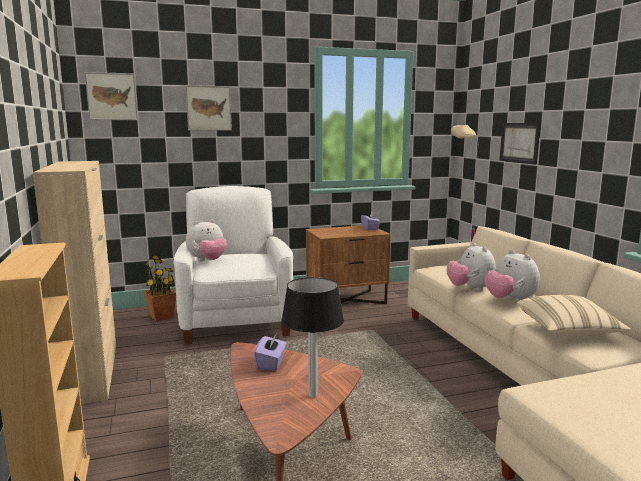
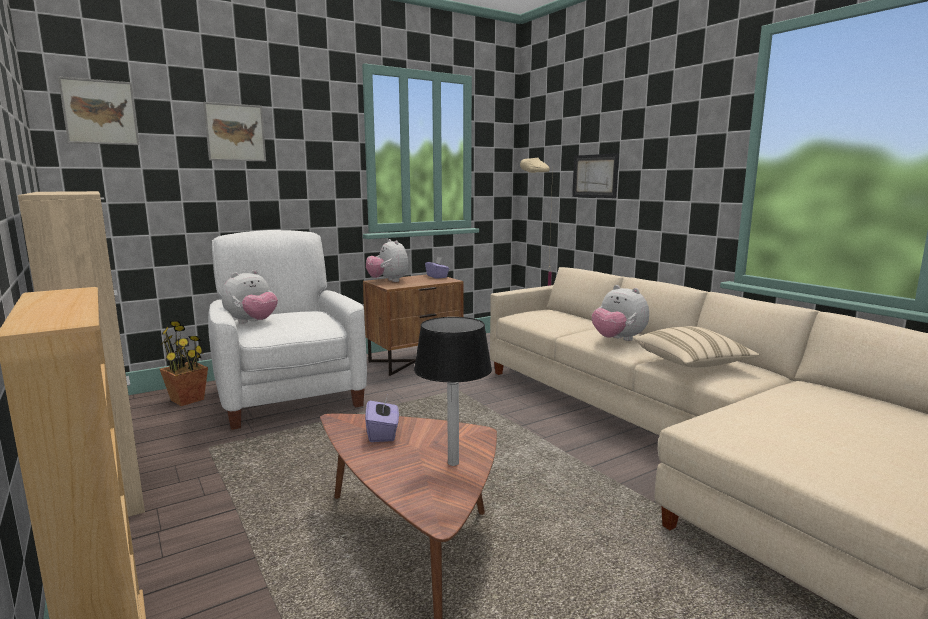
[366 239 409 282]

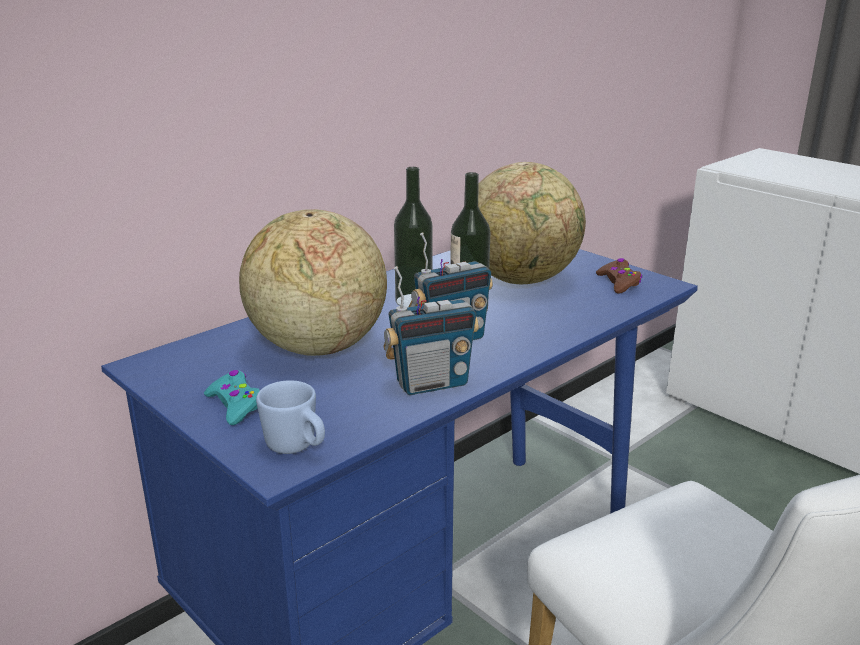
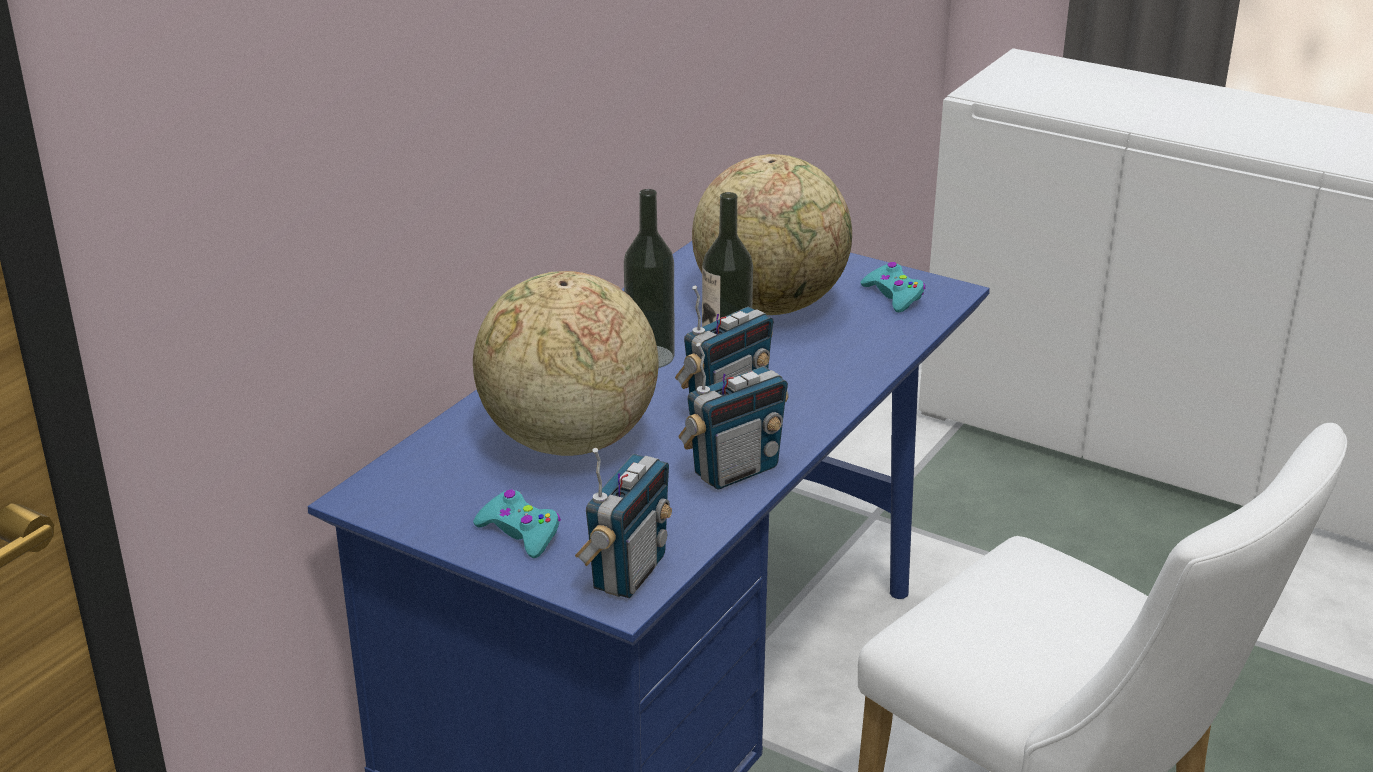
[575 448 672 598]
[860 262 926 312]

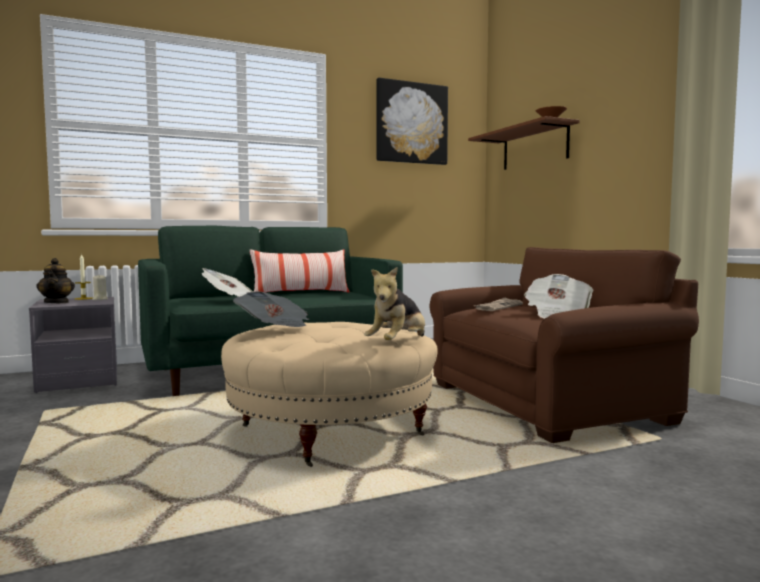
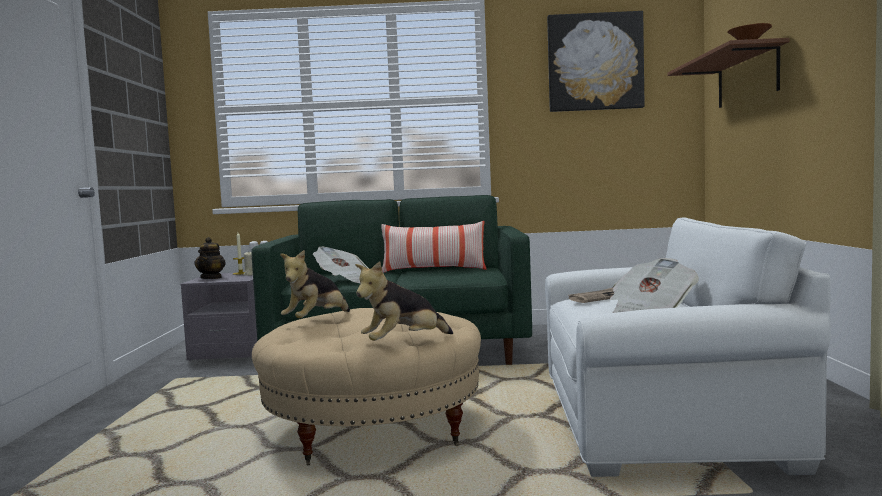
[280 250 350 318]
[545 218 831 477]

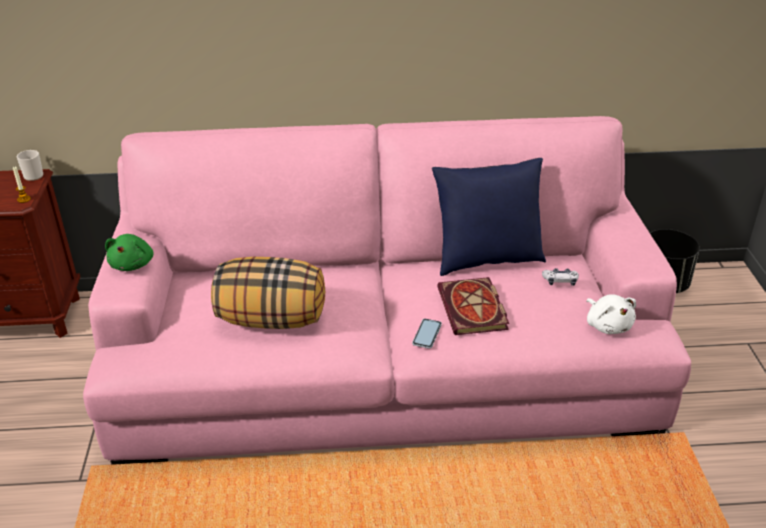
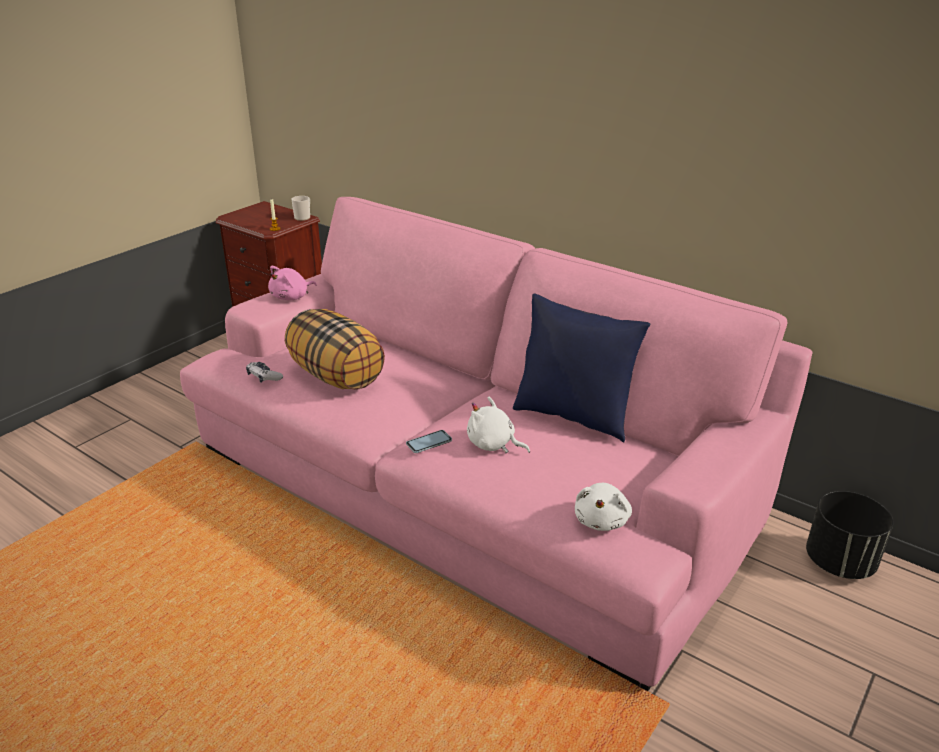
[246 362 283 383]
[467 396 530 453]
[268 266 316 300]

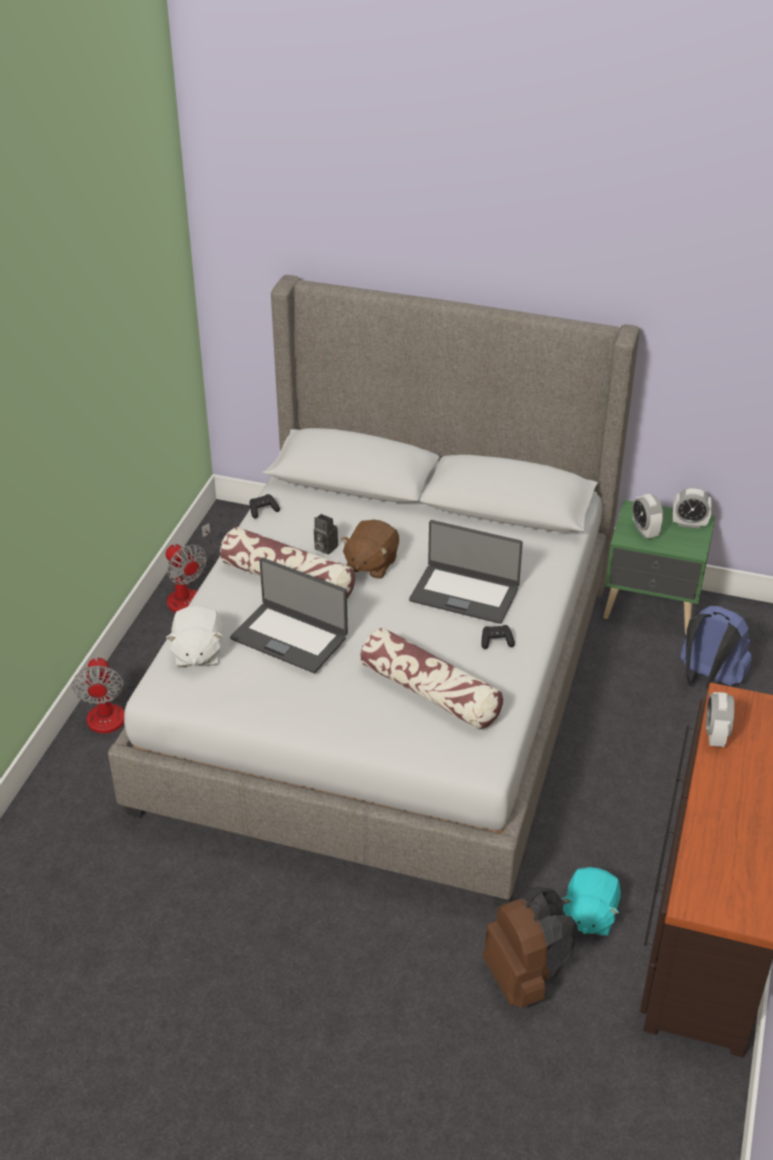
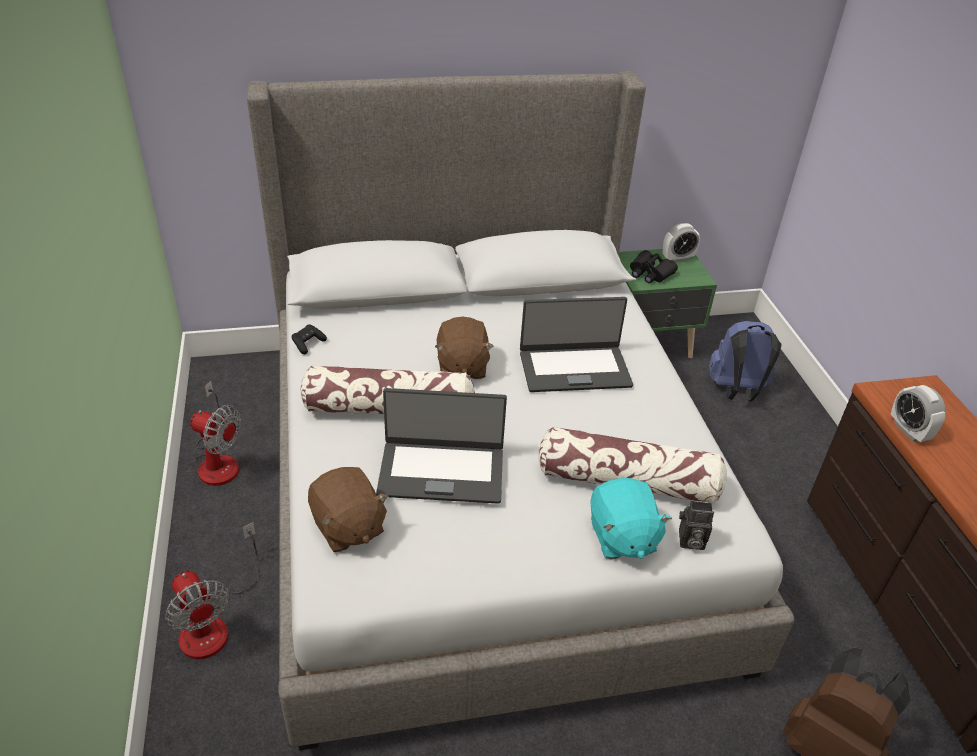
[481 625 515 649] (first image)
[679 501 714 550]
[591 478 672 559]
[630 250 678 283]
[308 467 389 552]

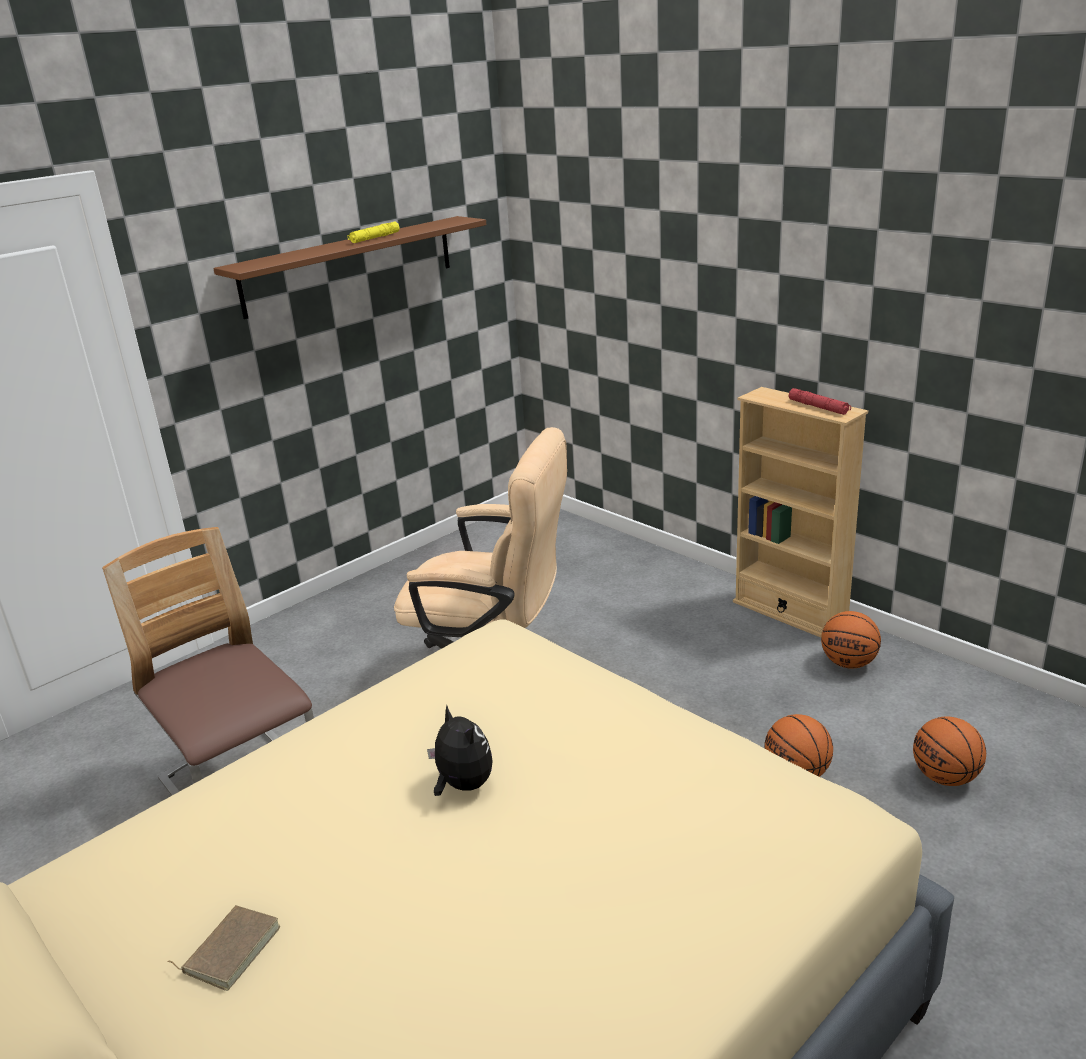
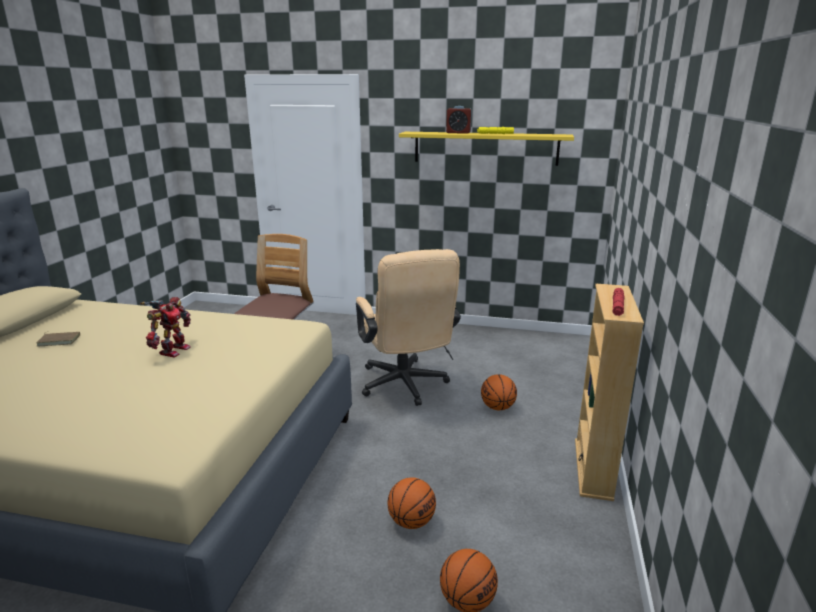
[446 106 472 134]
[481 374 517 410]
[140 297 191 358]
[399 132 574 166]

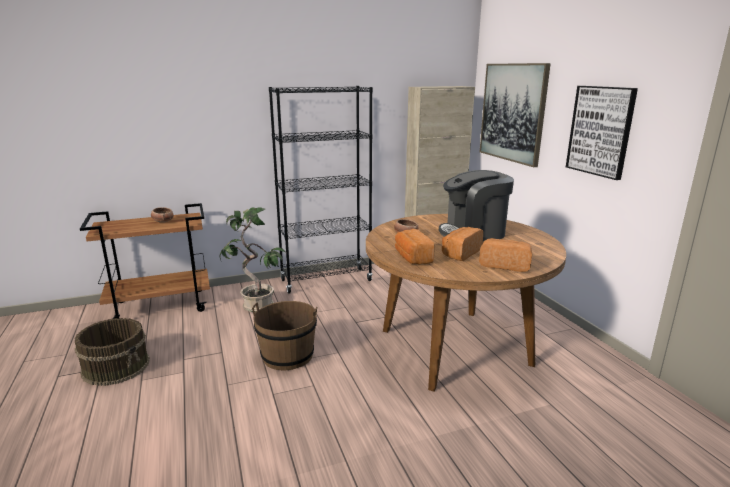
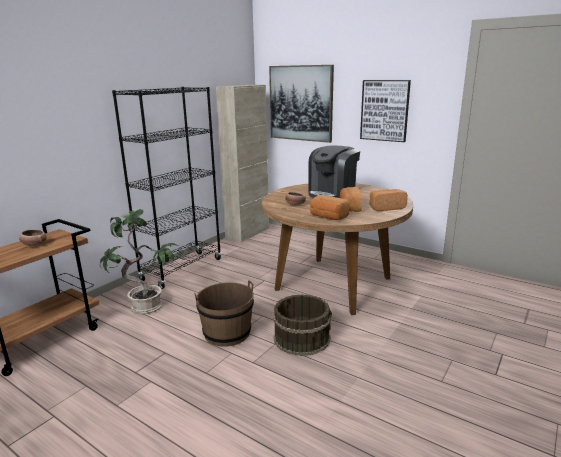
[273 294 332 356]

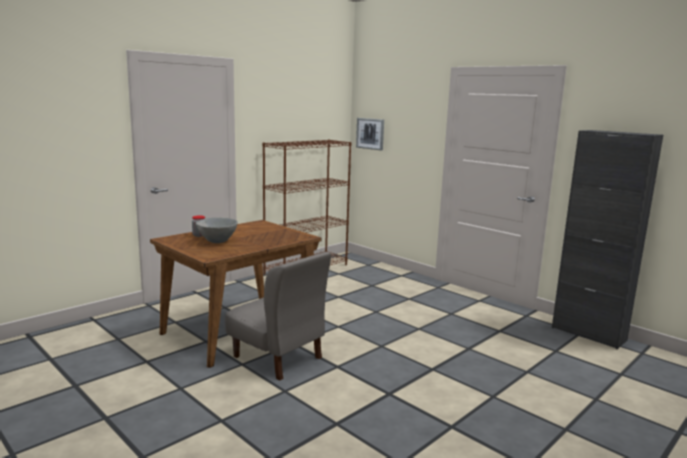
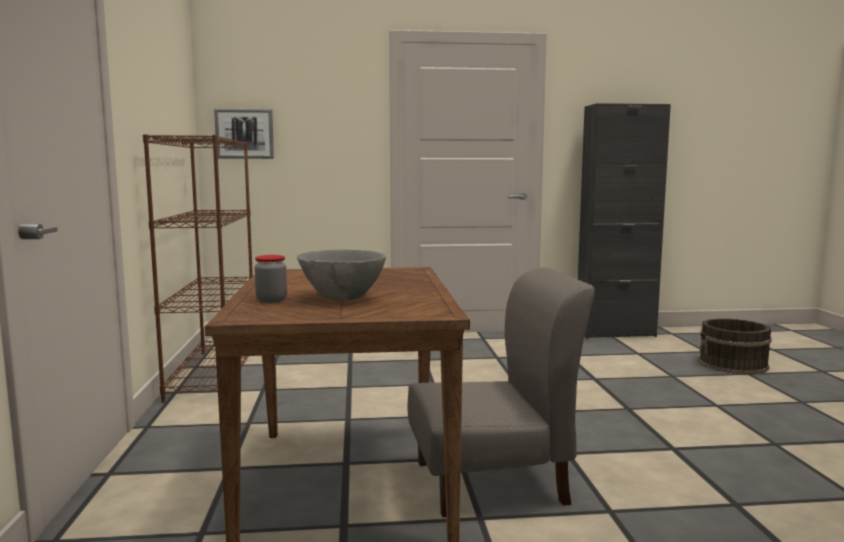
[698 318 772 374]

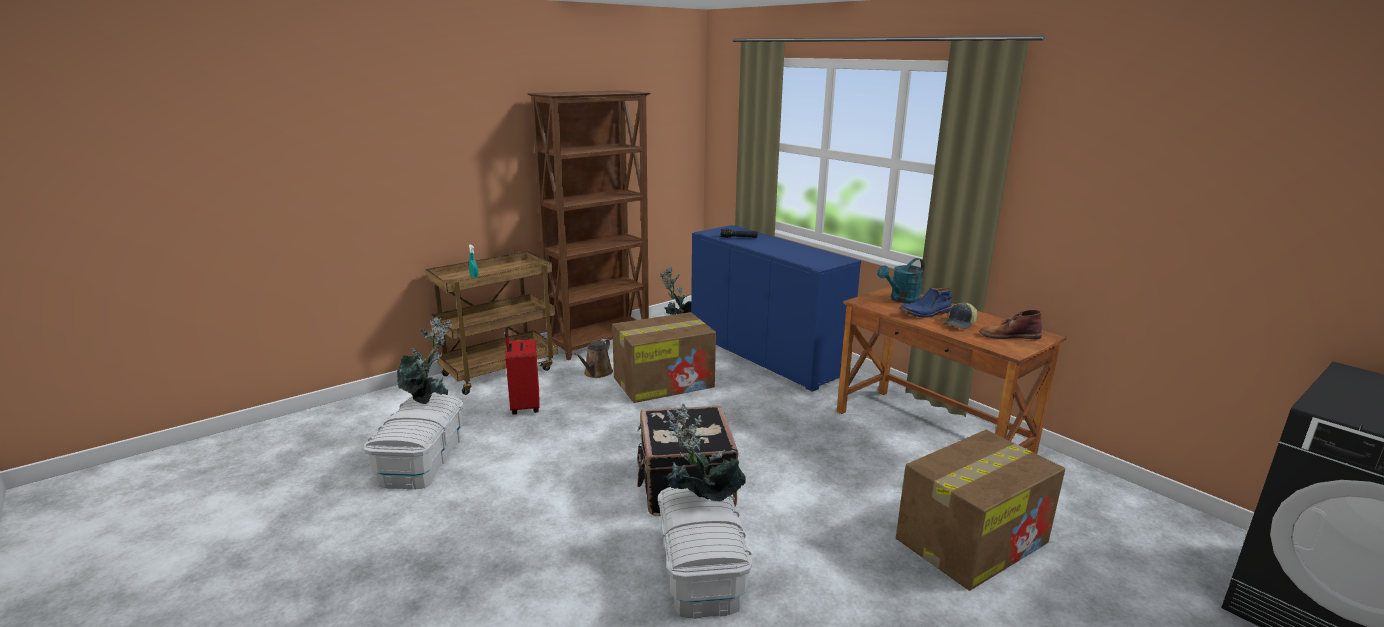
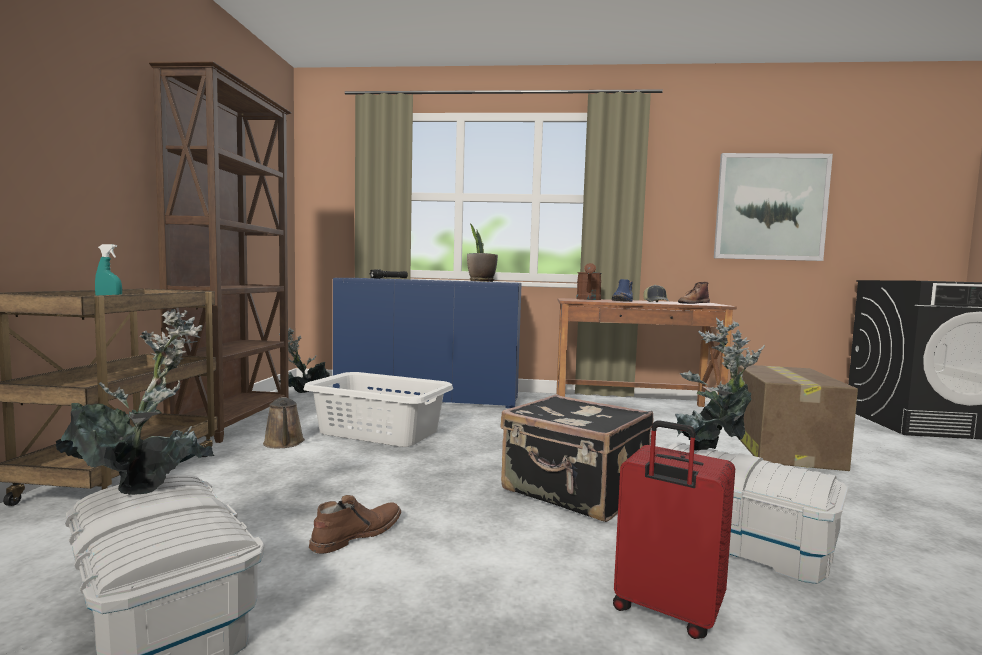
[309 495 401 554]
[467 224 498 282]
[714 153 833 261]
[613 420 735 639]
[303 372 453 447]
[576 263 602 300]

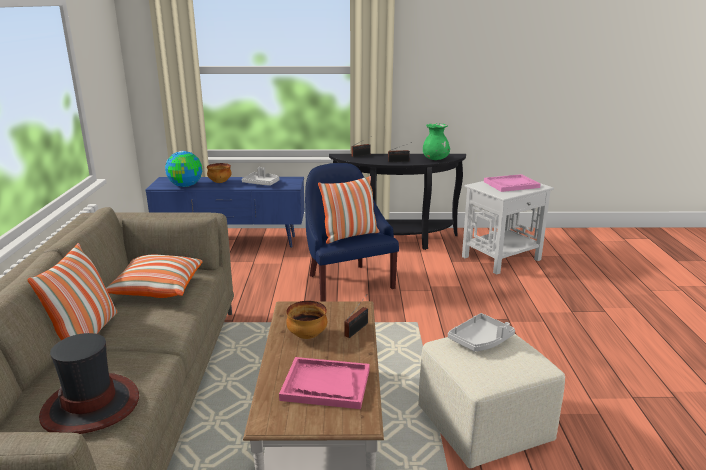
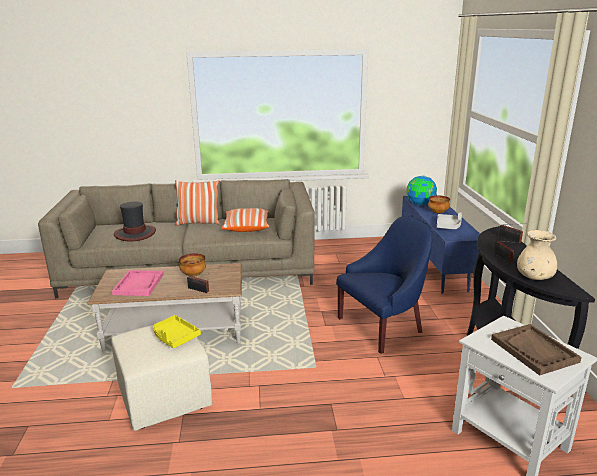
[318 176 380 244] (first image)
[517 230 557 280]
[153 315 201 348]
[491 324 582 376]

